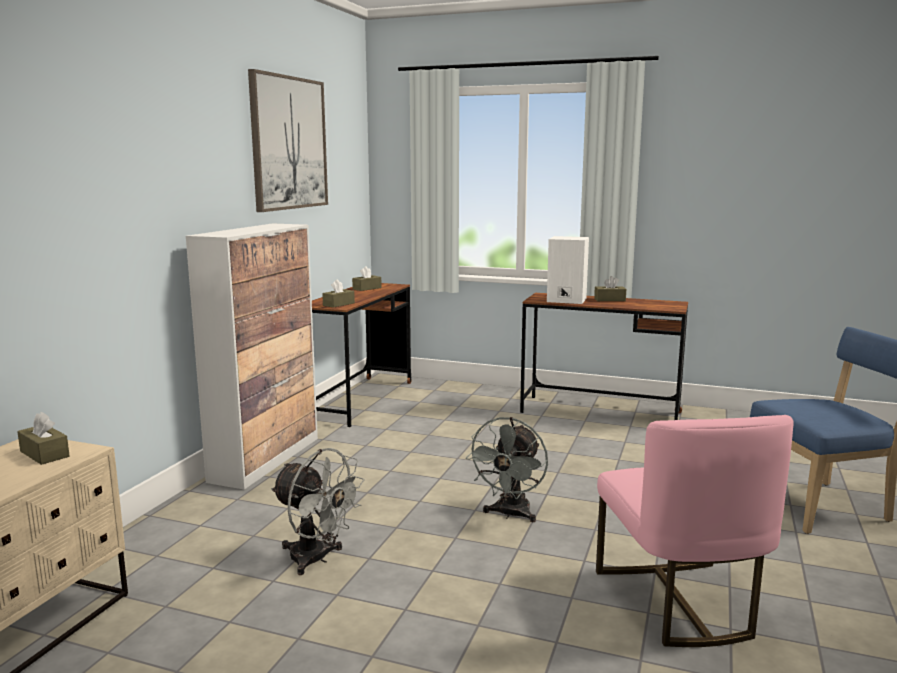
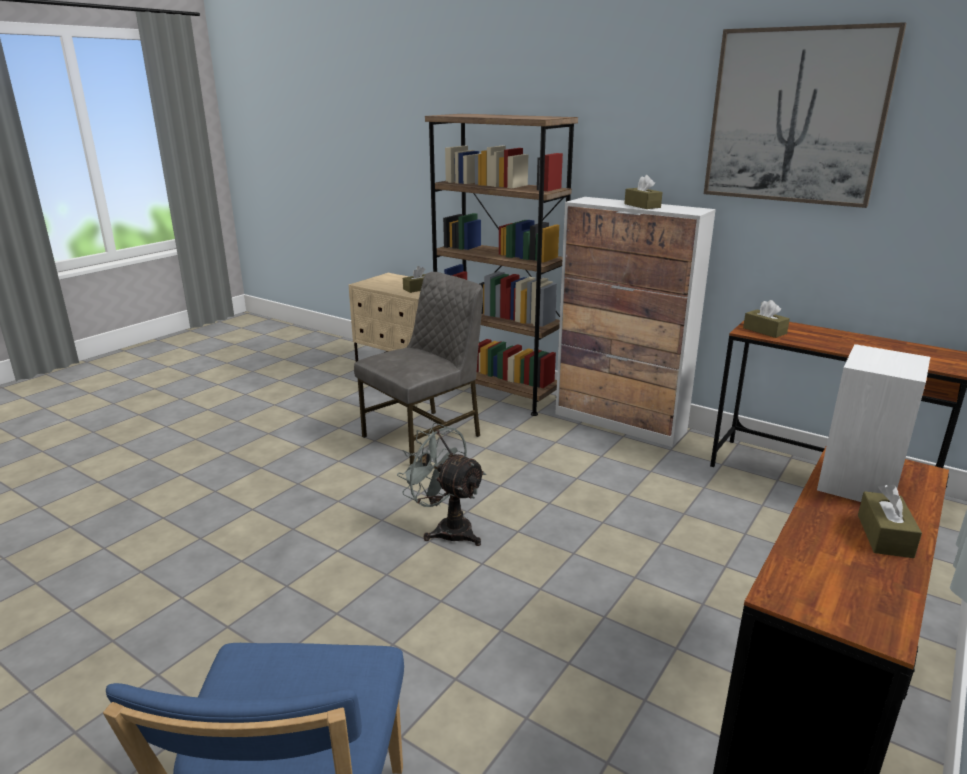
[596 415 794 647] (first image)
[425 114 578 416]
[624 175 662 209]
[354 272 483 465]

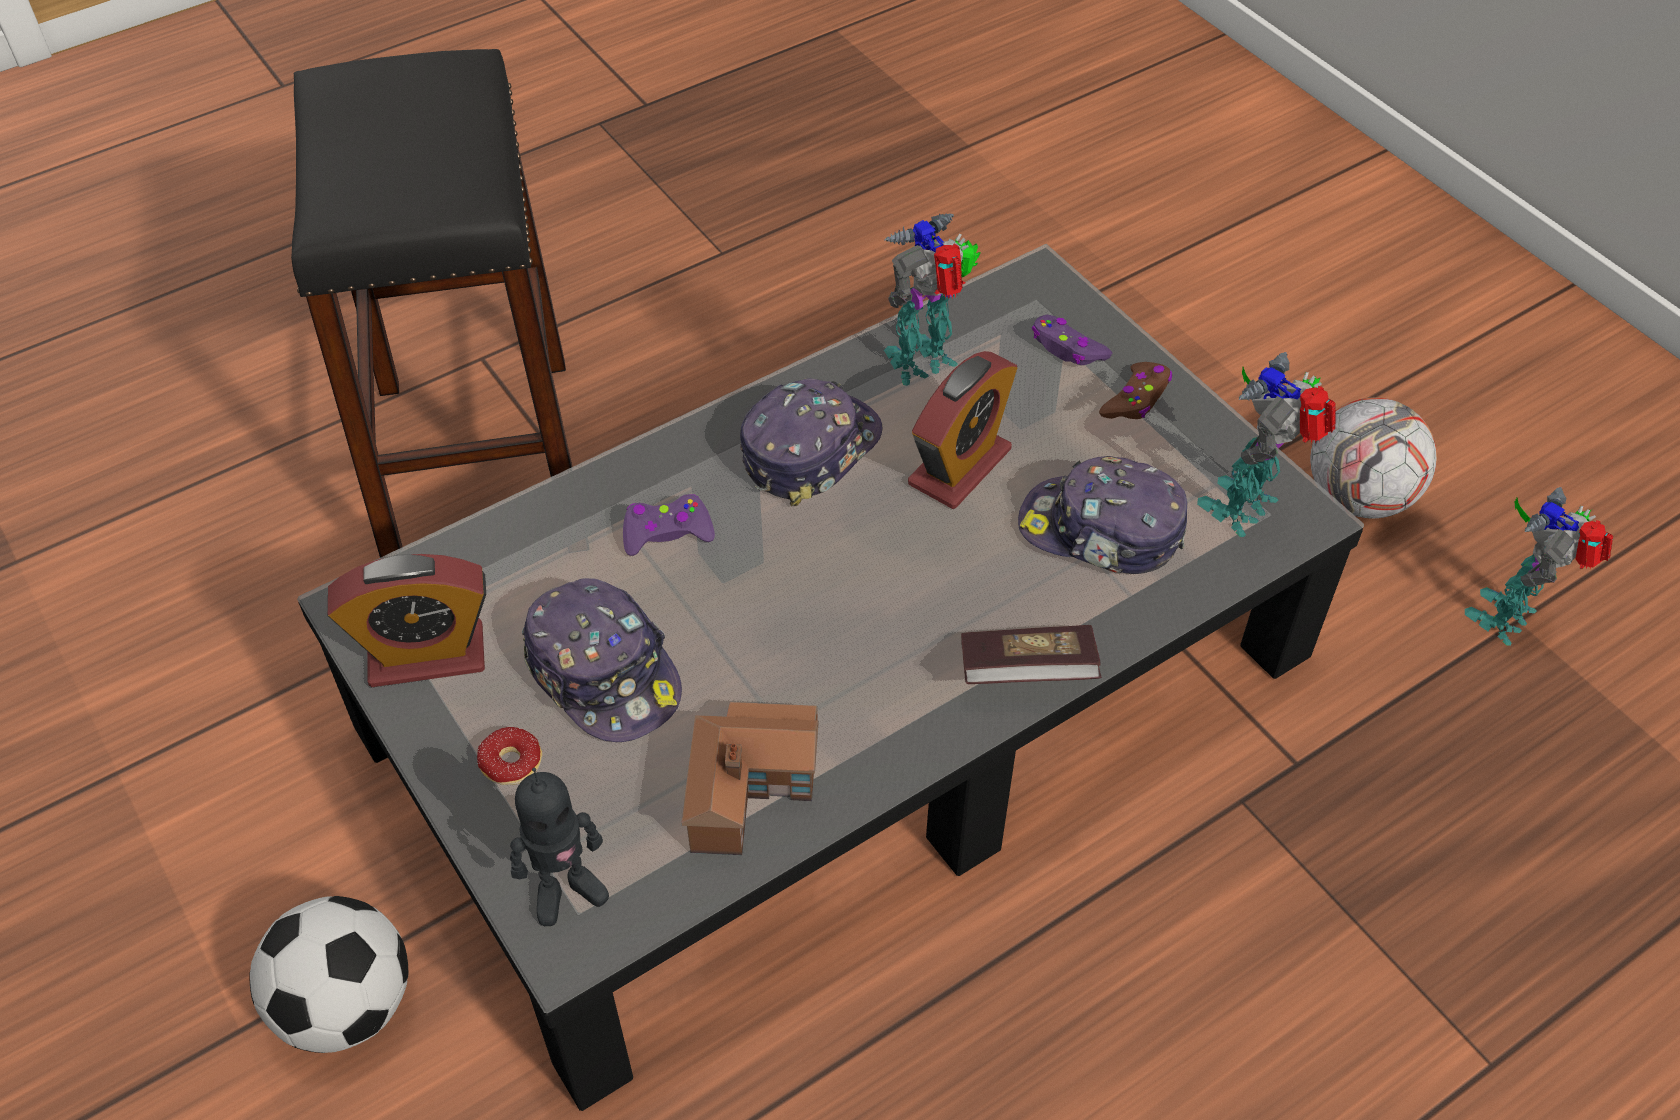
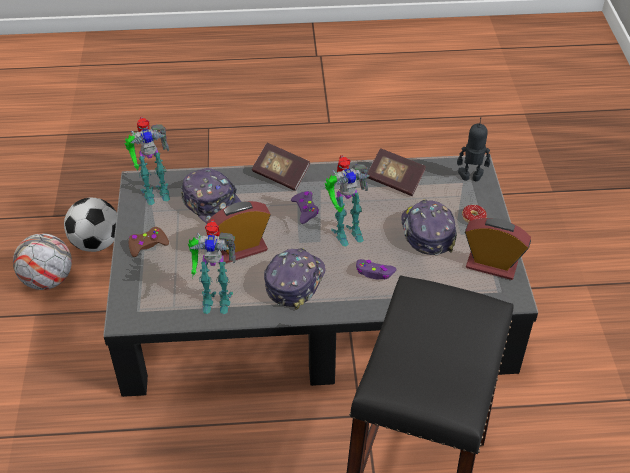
[64 198 117 252]
[291 191 319 224]
[325 155 370 246]
[367 148 426 196]
[264 248 326 310]

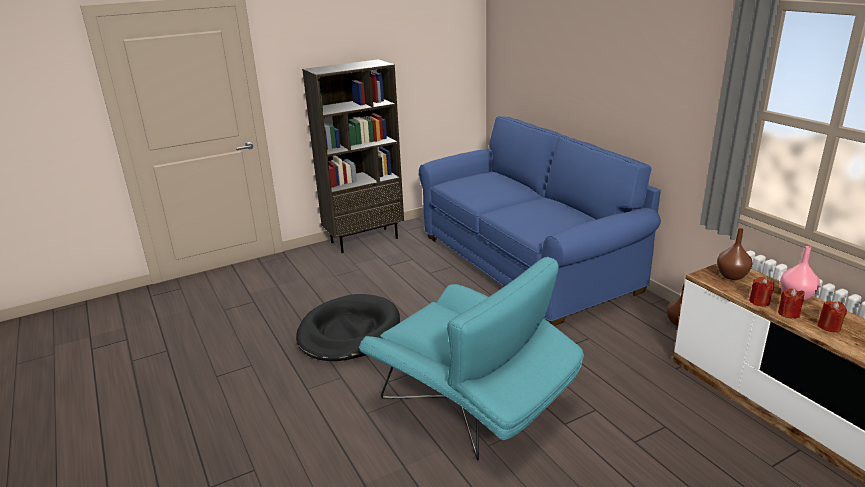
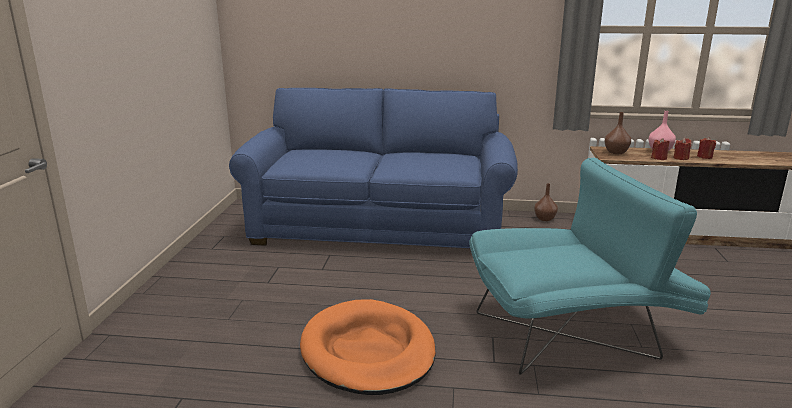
[302 59 404 253] (first image)
[300 299 436 395]

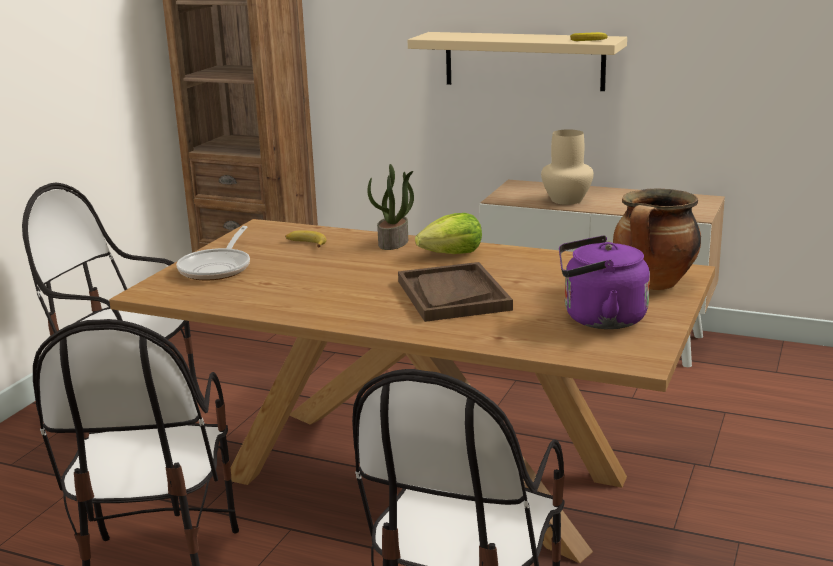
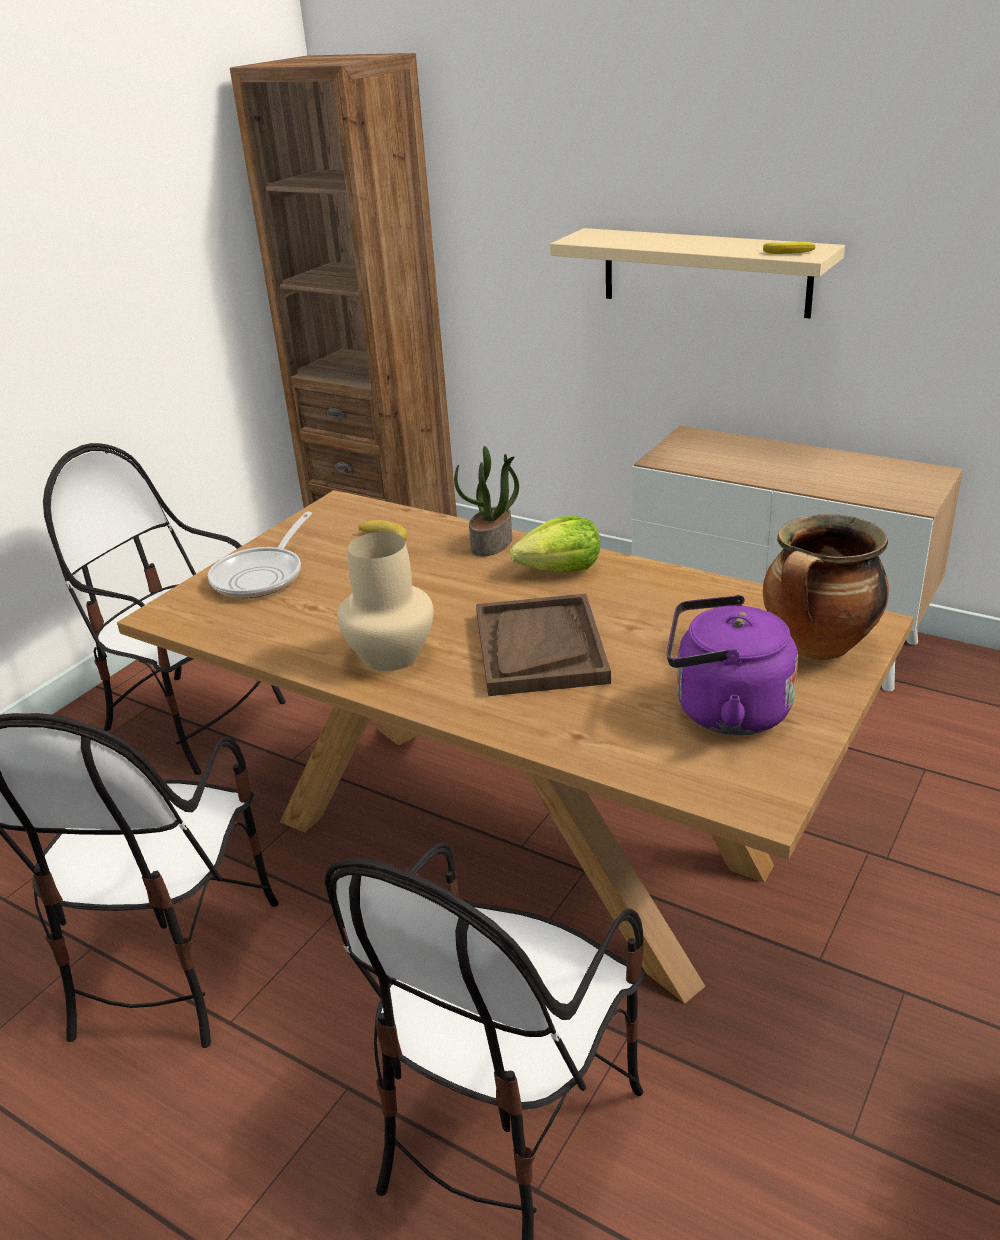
[337 532 434 671]

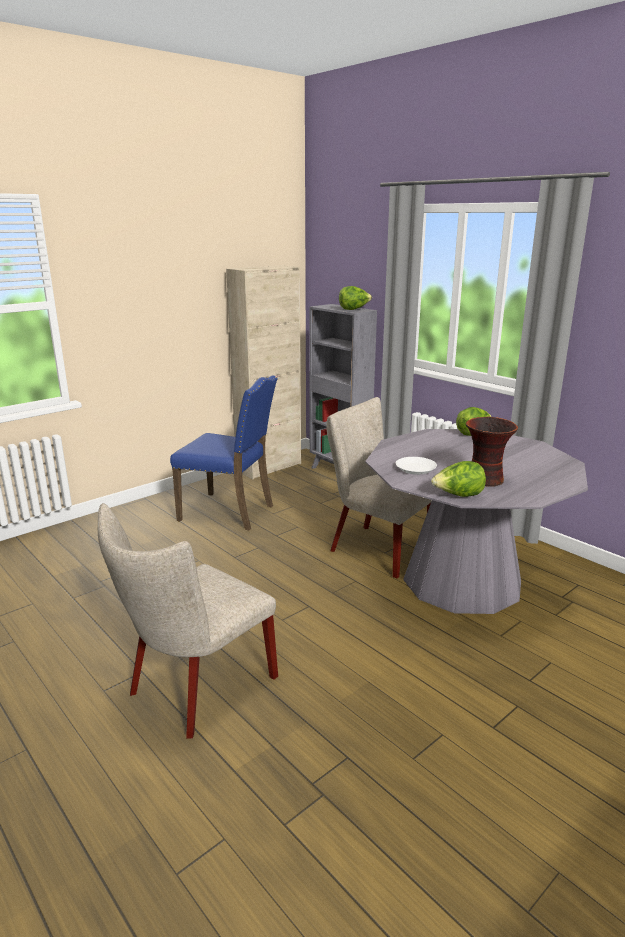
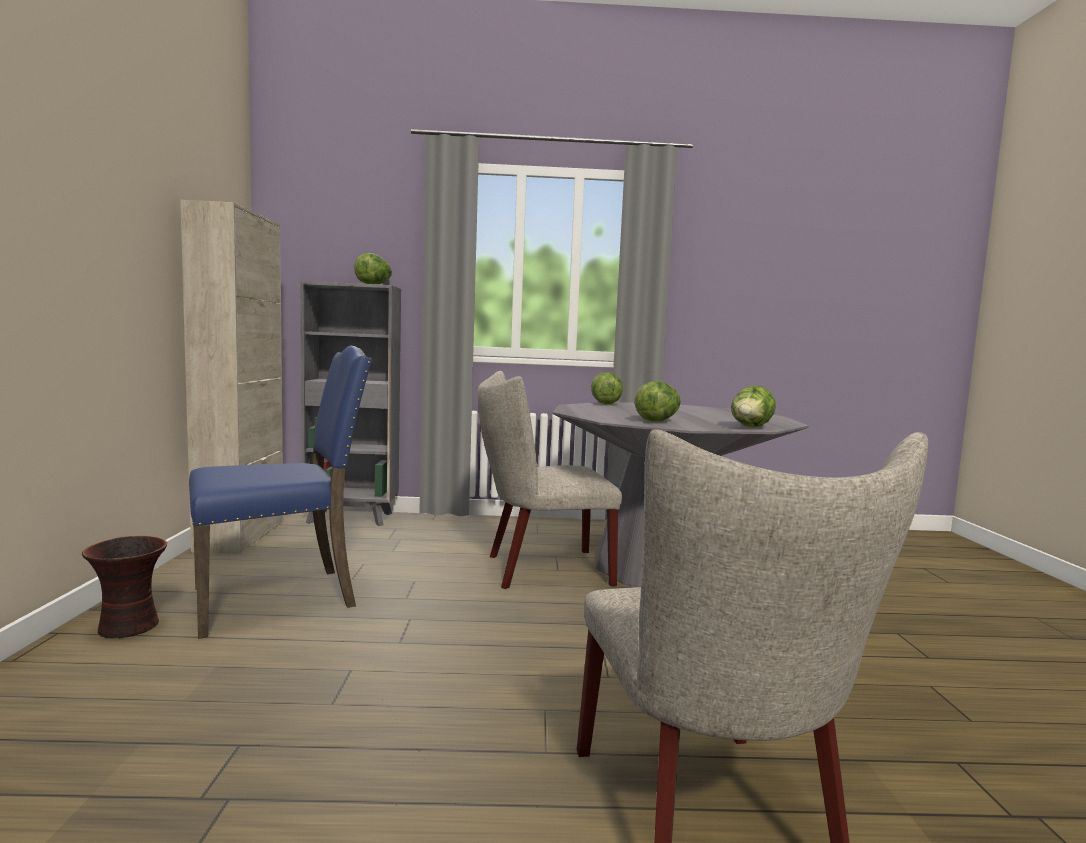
[82 536 167 639]
[635 381 681 422]

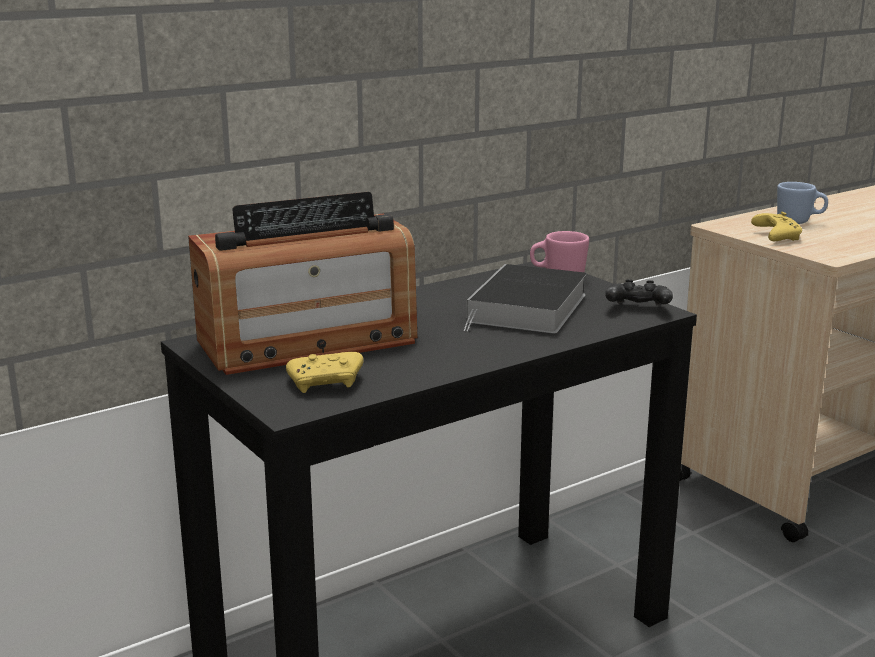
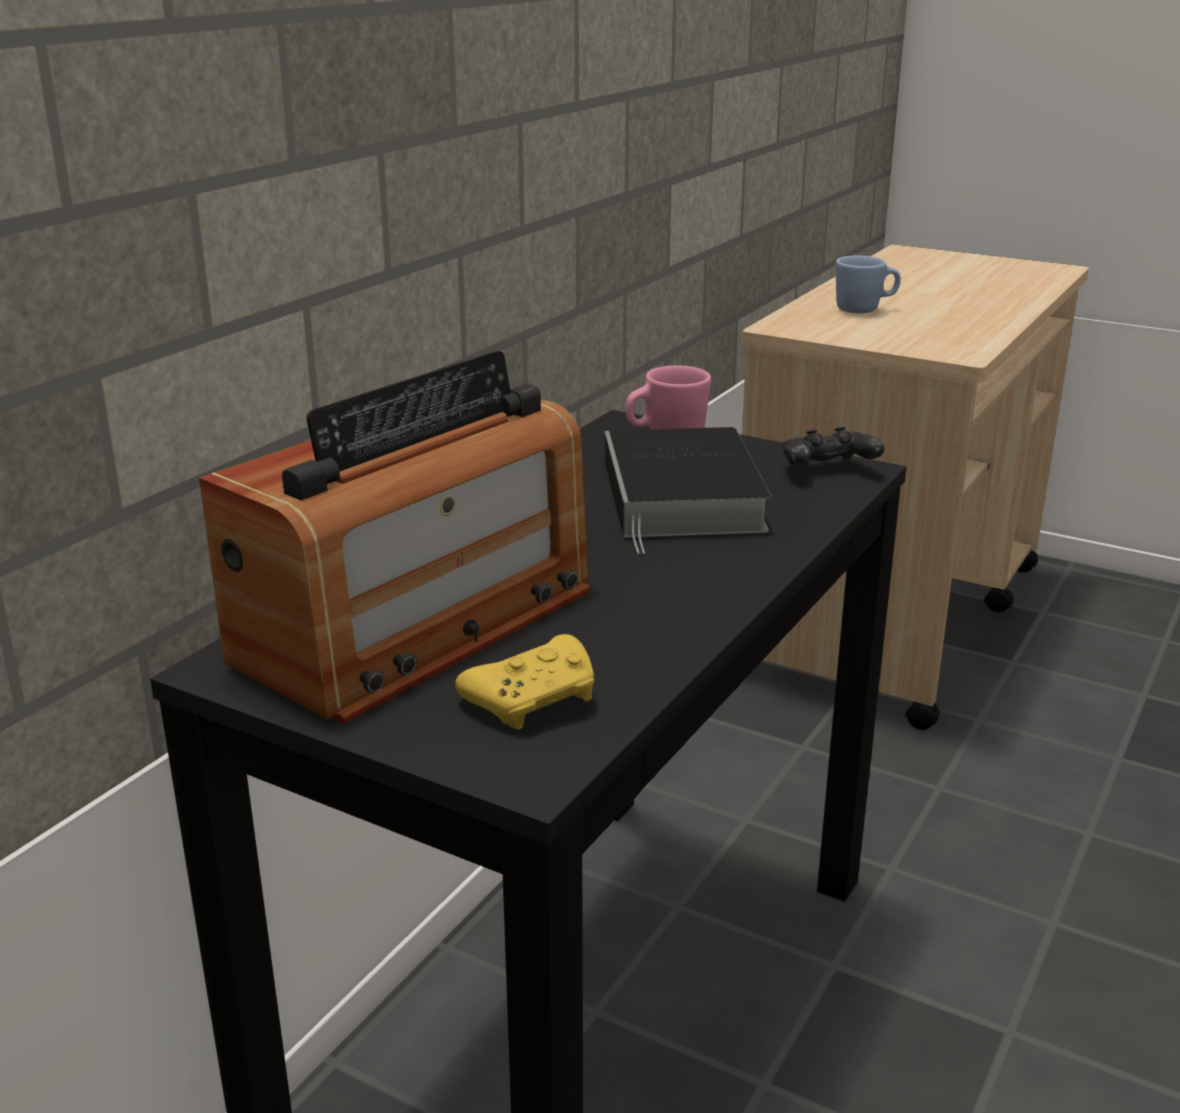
[751 212 802 241] (first image)

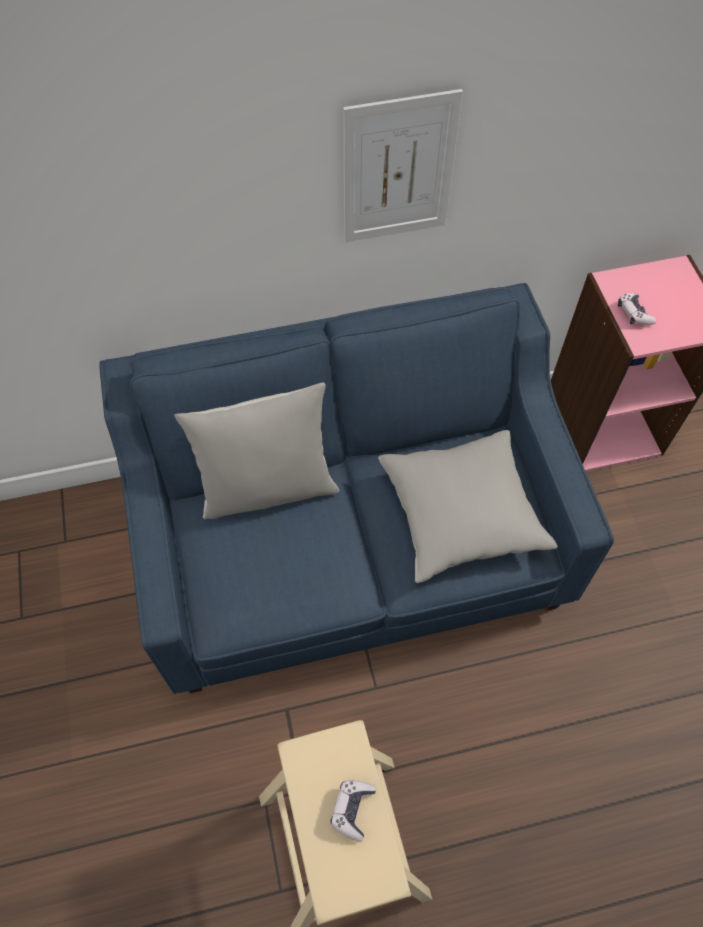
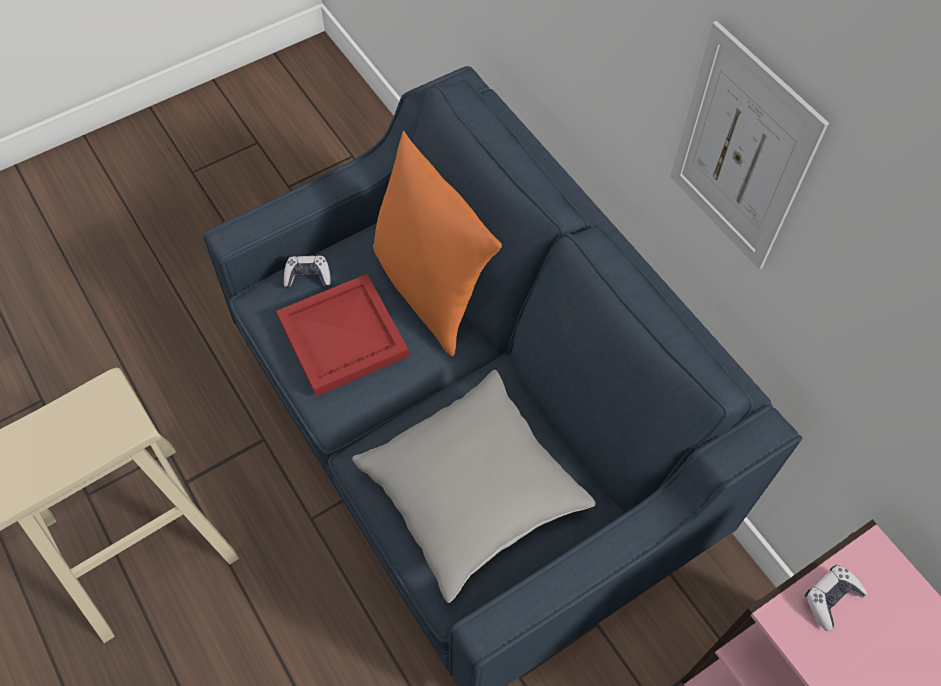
[276 274 409 397]
[284 255 331 288]
[373 131 502 356]

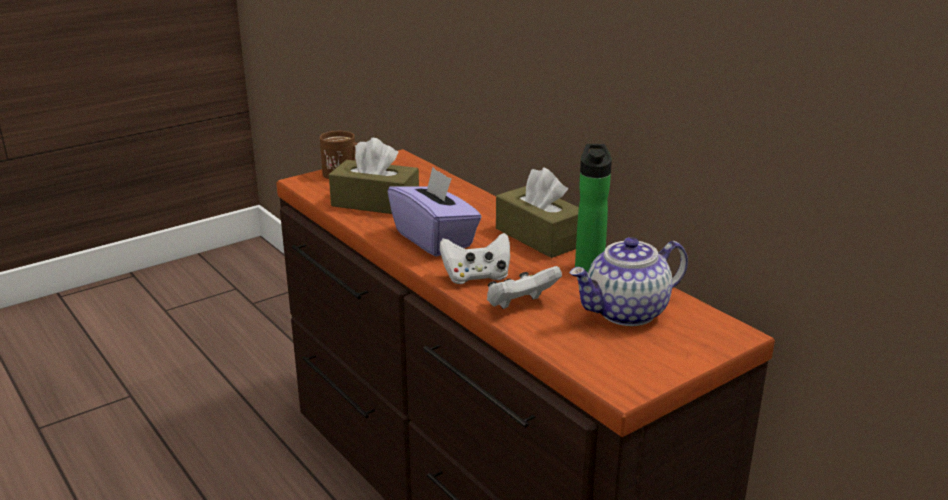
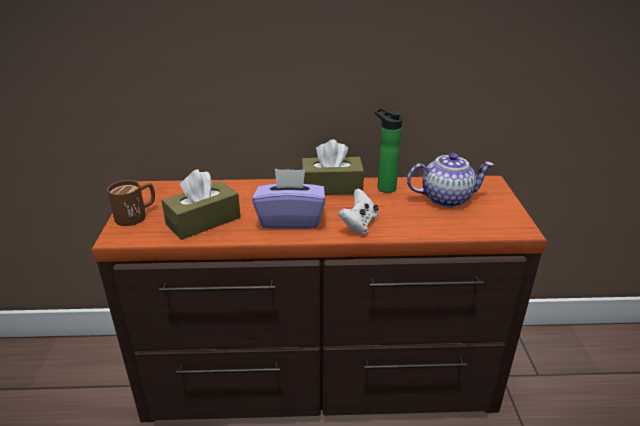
[487 266 562 309] (first image)
[407 153 494 207]

